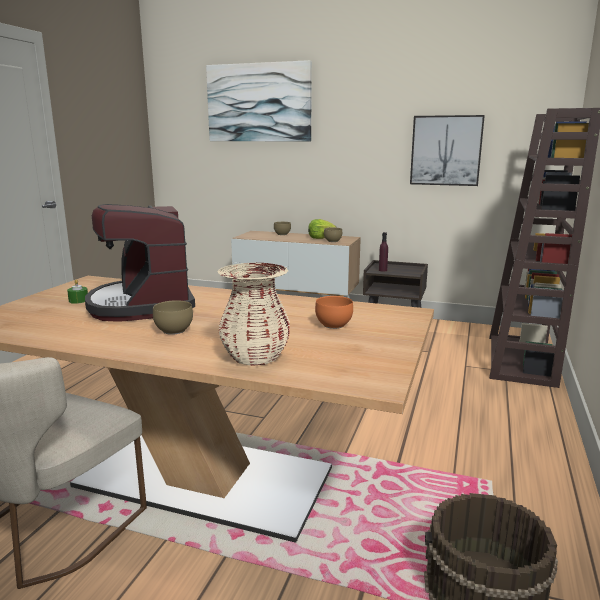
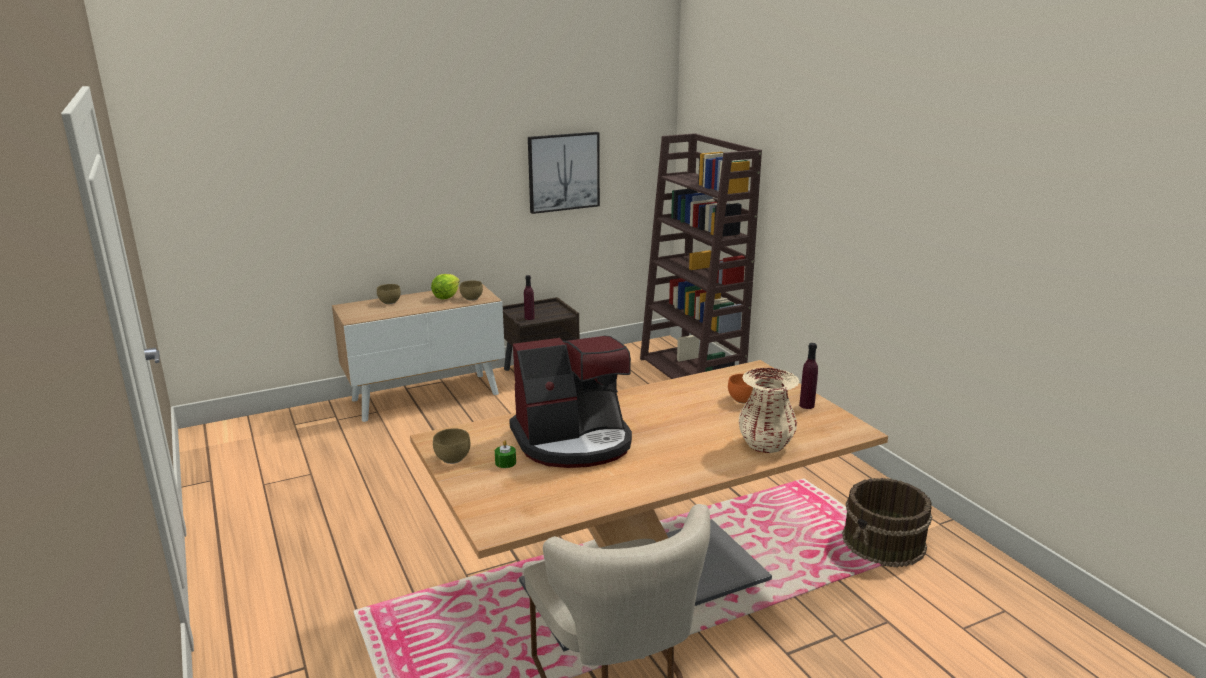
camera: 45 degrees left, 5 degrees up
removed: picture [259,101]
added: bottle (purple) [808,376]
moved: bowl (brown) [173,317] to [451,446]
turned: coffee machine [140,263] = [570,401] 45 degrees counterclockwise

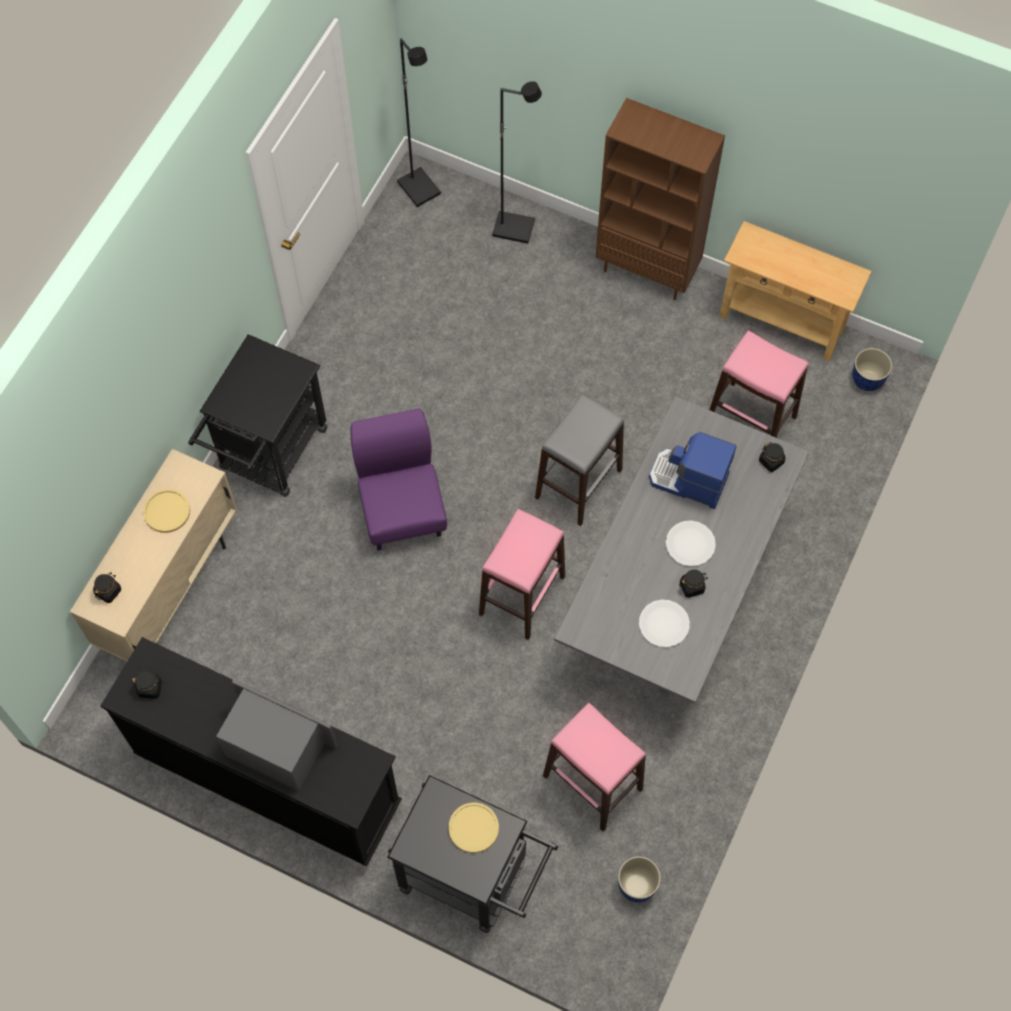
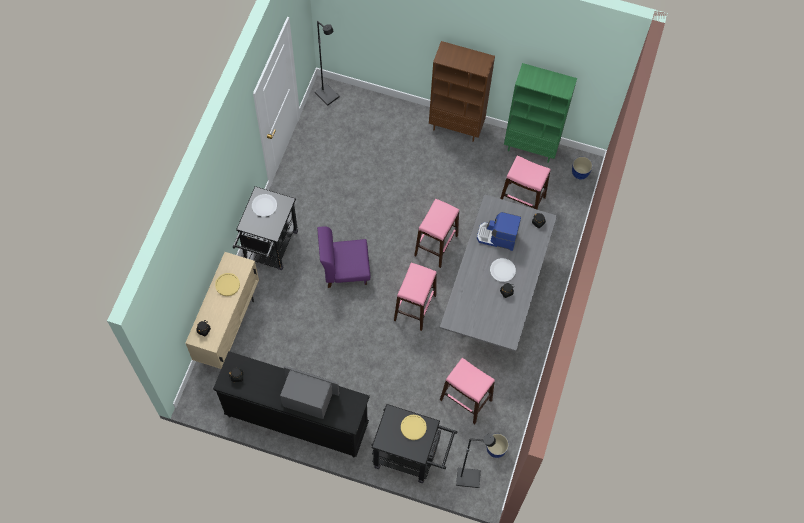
camera: 10 degrees left, 0 degrees up
moved: floor lamp (black) [517,162] to [476,461]; plate (white) [664,623] to [264,205]
replaced: console table (beige) [795,291] to bookcase (green) [540,113]
recoloured: stool (grey) [579,460] to stool (pink) [436,233]
turned: chair (purple) [399,479] = [343,257] 75 degrees counterclockwise

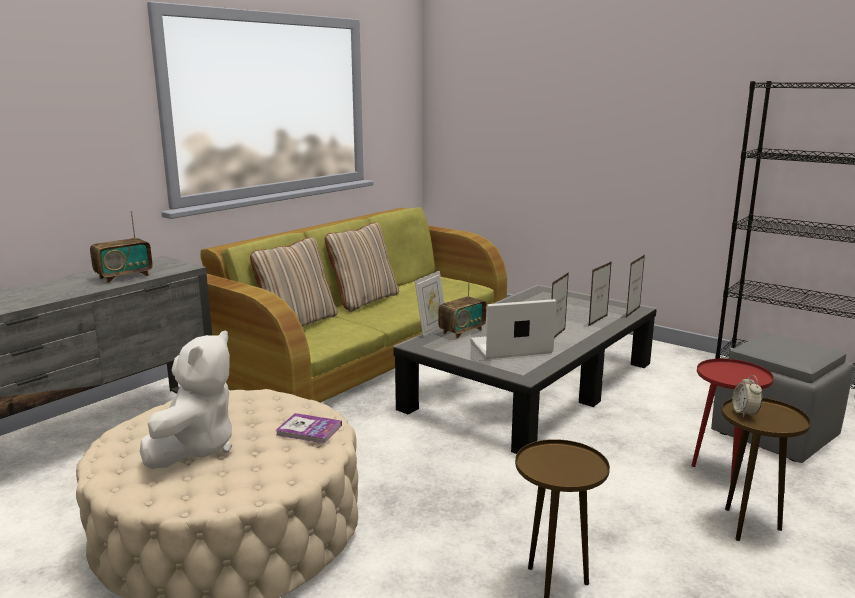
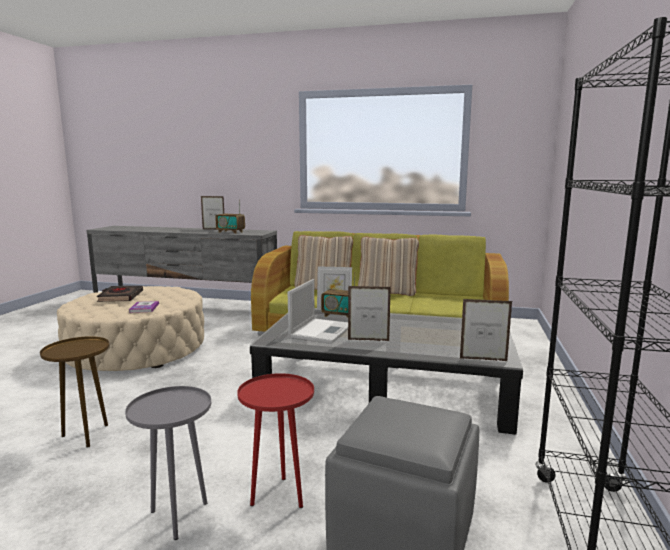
camera: 65 degrees right, 5 degrees down
removed: alarm clock [747,396]
moved: picture frame [600,294] to [212,213]
replaced: plush toy (white) [186,399] to book (black) [120,294]
recoloured: side table (brown) [766,469] to side table (grey) [168,463]
turned: laptop [513,329] = [318,311] 60 degrees clockwise

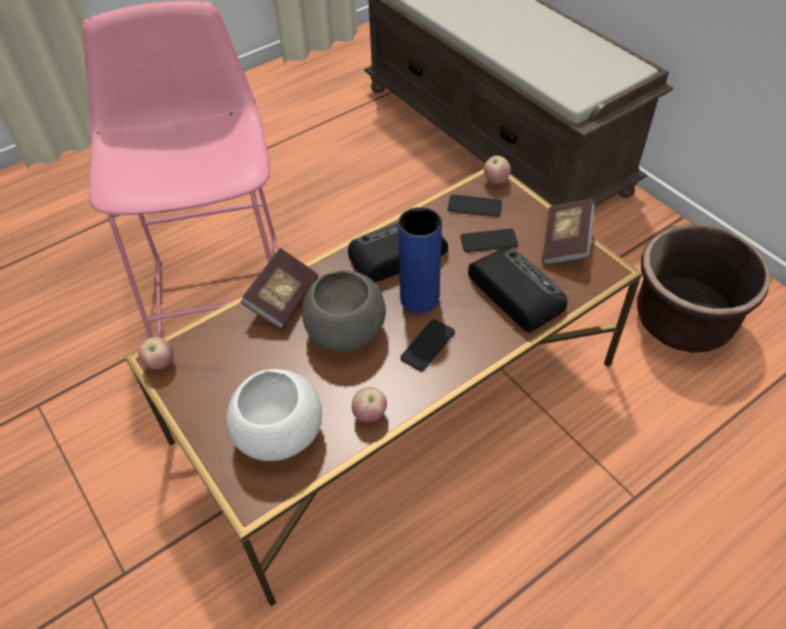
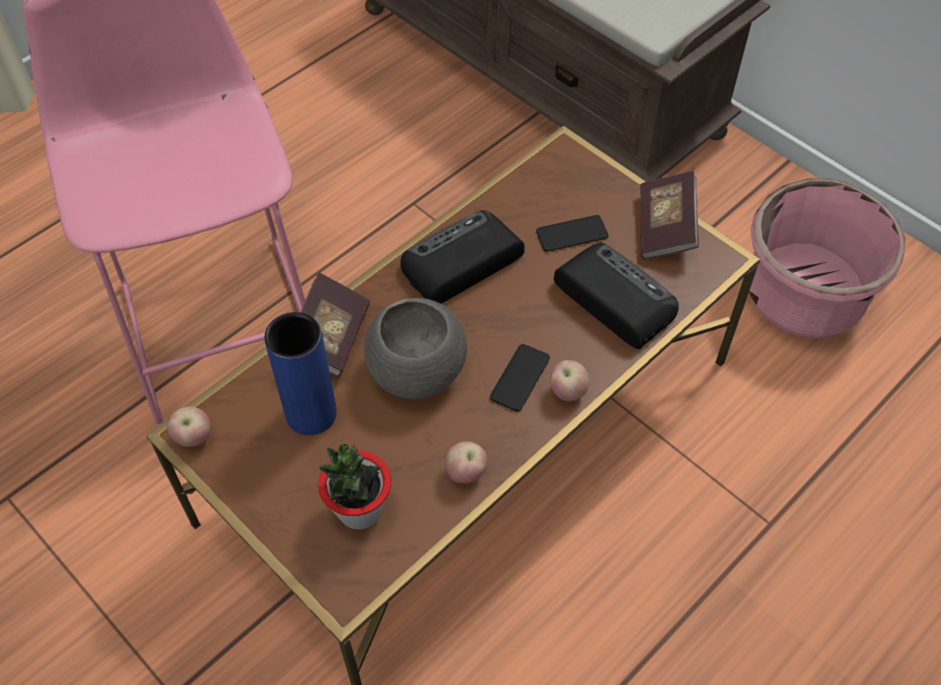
camera: 10 degrees left, 5 degrees up
removed: phone [475,205]
moved: vase (blue) [420,260] to [300,373]; apple [497,170] to [569,380]
replaced: bowl (white) [274,415] to potted plant [354,486]
recoloured: planter (brown) [704,288] to planter (pink) [827,258]

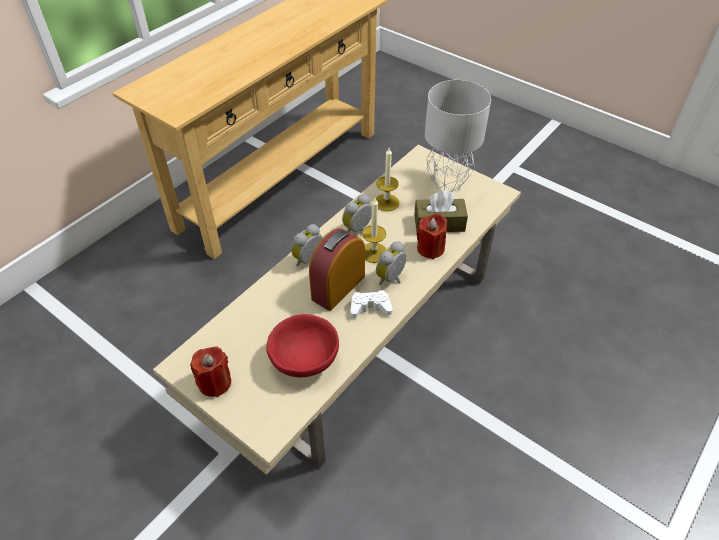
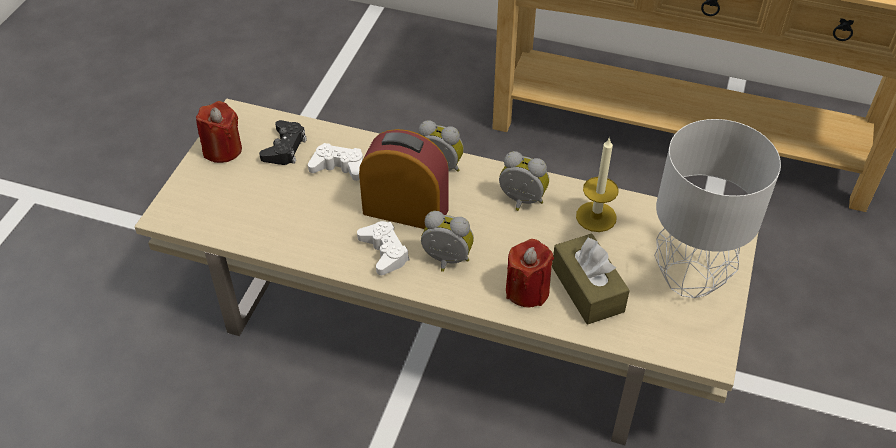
camera: 70 degrees right, 0 degrees up
removed: bowl (red) [303,345]; candle [374,230]
added: game controller (black) [283,142]; game controller (white) [335,162]

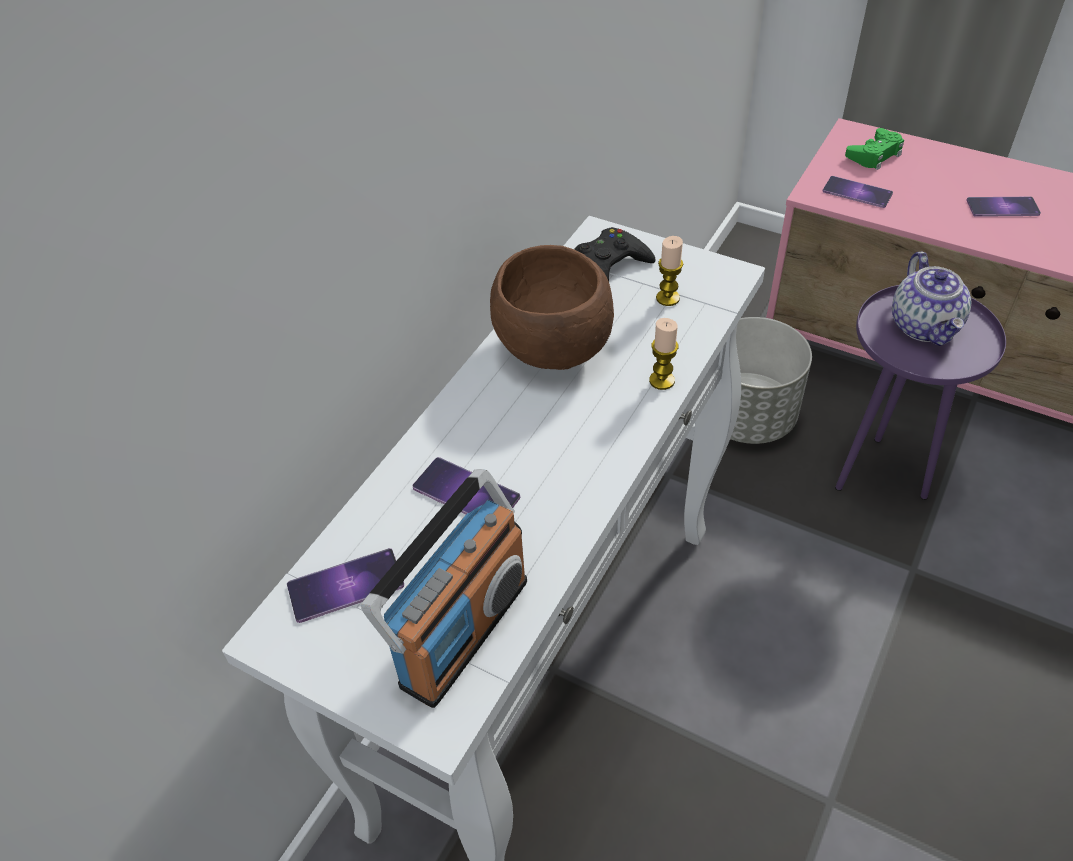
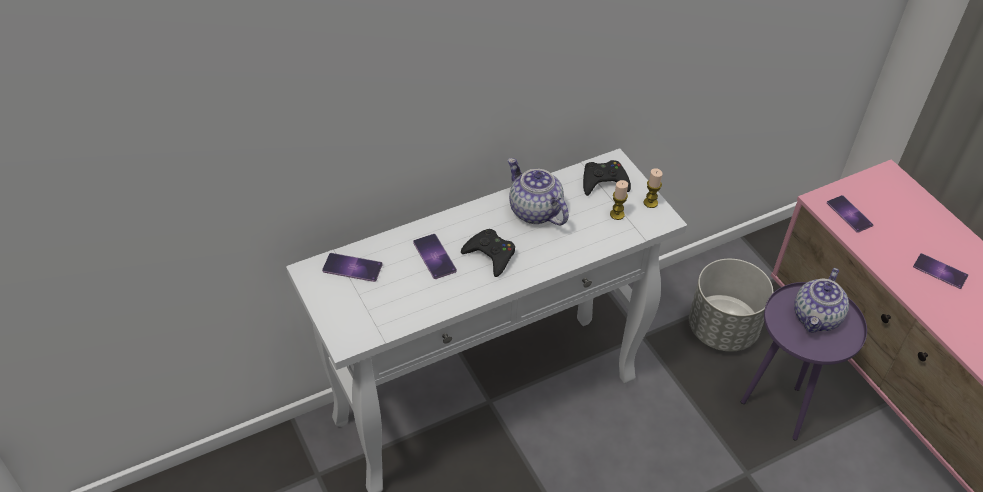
camera: 30 degrees right, 0 degrees up
removed: radio [444,588]; game controller (green) [874,149]
added: game controller (black) [488,253]
moved: candle [663,354] to [653,188]
replaced: bowl (brown) [552,307] to teapot [538,191]

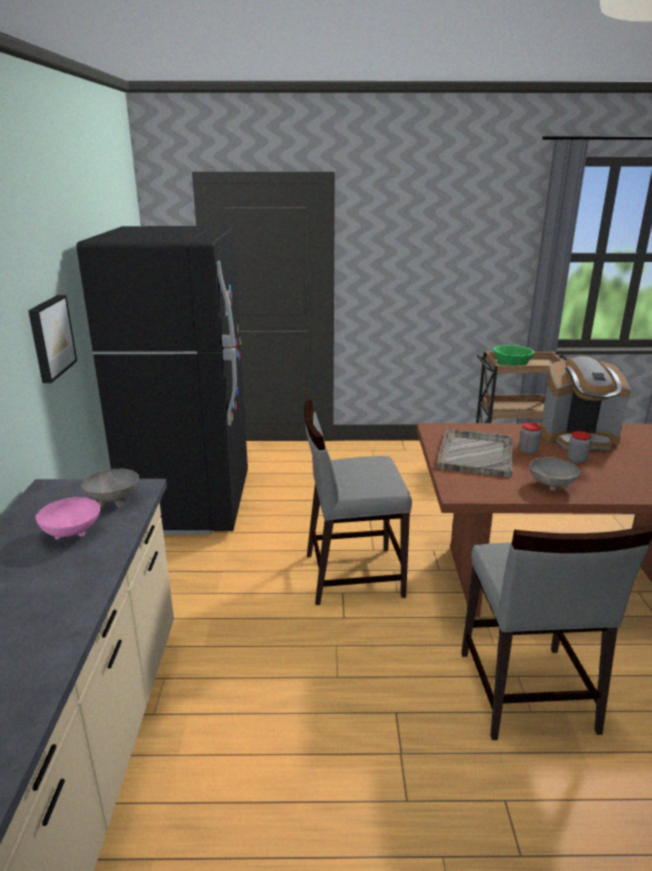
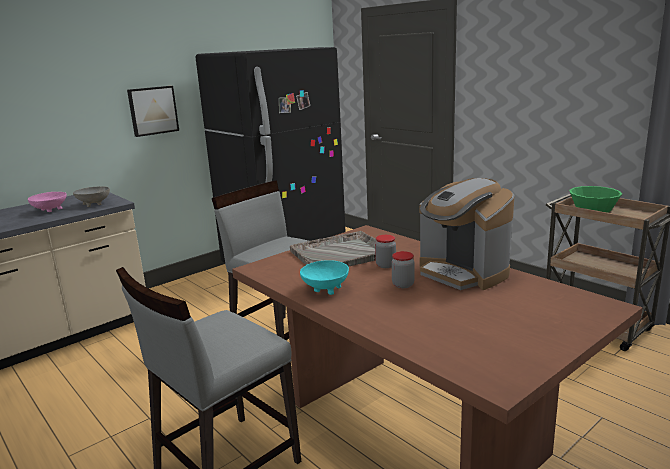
camera: 50 degrees right, 5 degrees down
recoloured: bowl (grey) [554,474] to bowl (turquoise) [324,277]

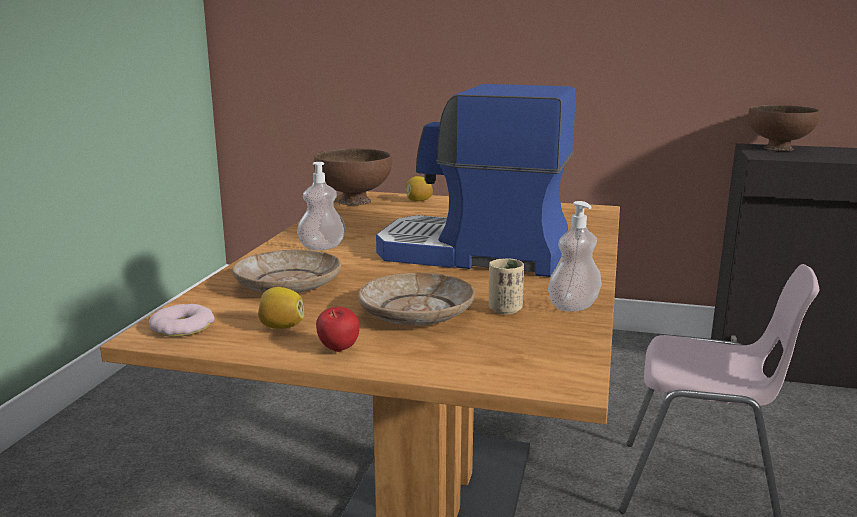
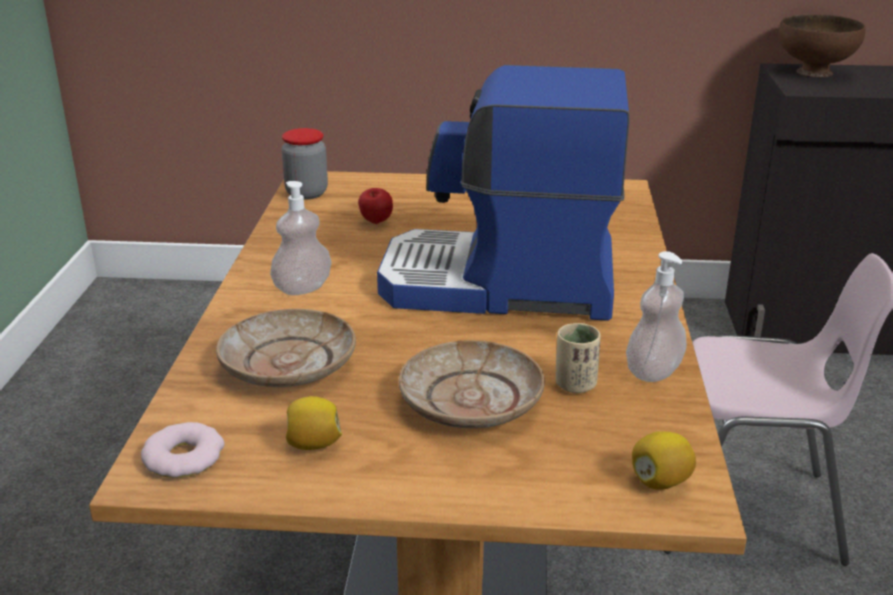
camera: 10 degrees left, 10 degrees up
moved: apple [337,329] to [375,206]; lemon [419,189] to [664,460]
replaced: bowl (brown) [353,176] to jar [305,164]

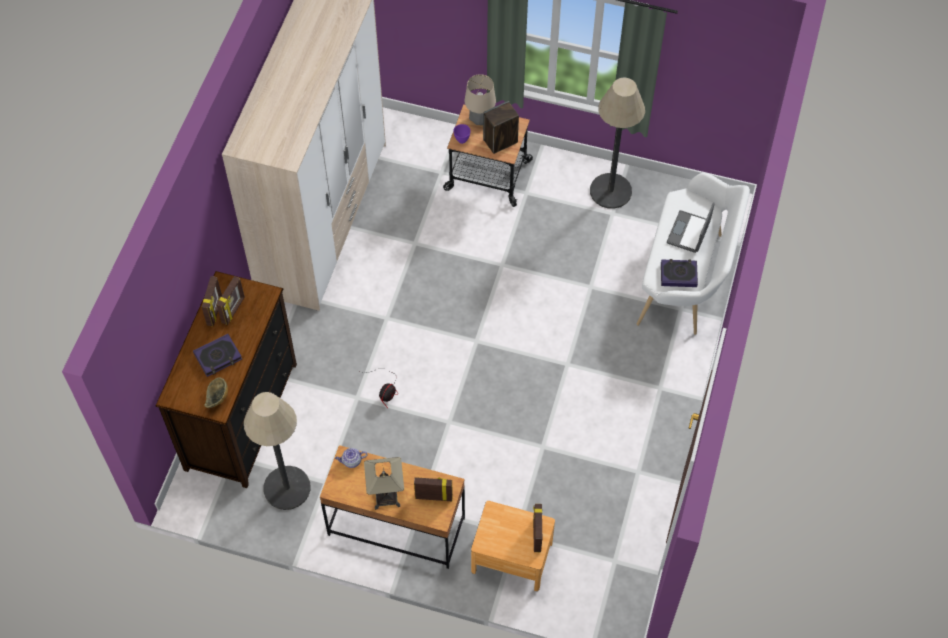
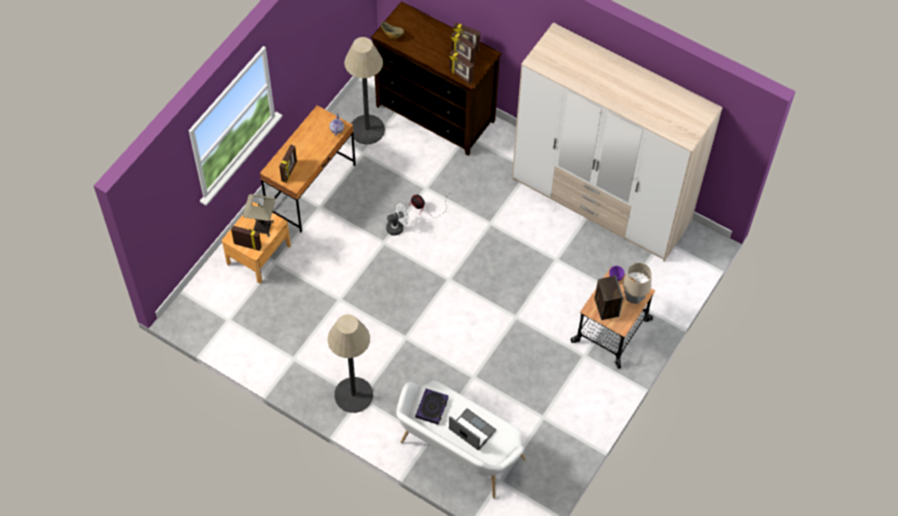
camera: 105 degrees right, 0 degrees up
removed: book [217,355]
added: fan (white) [397,220]; picture frame [461,67]
moved: table lamp [384,483] to [259,215]; floor lamp [617,143] to [350,363]

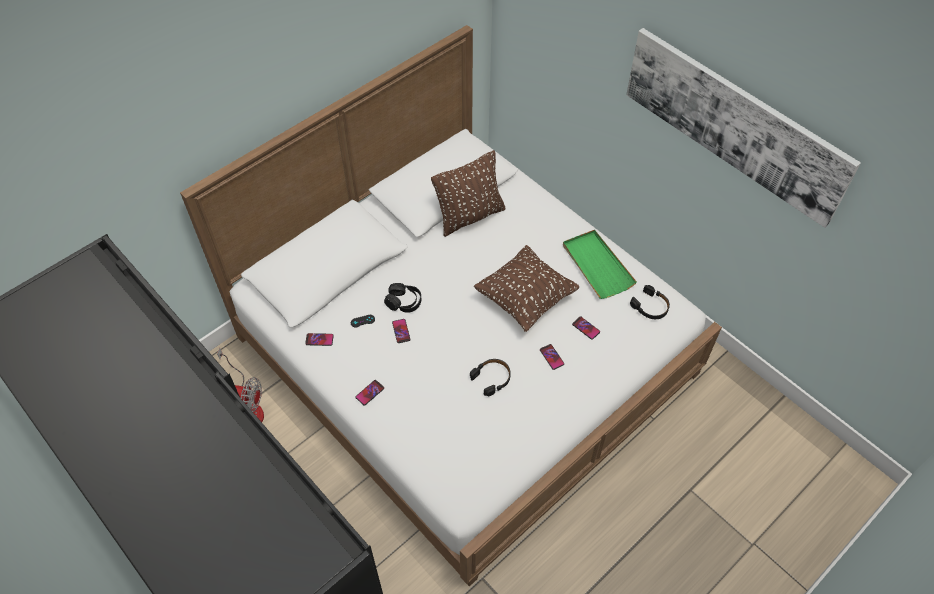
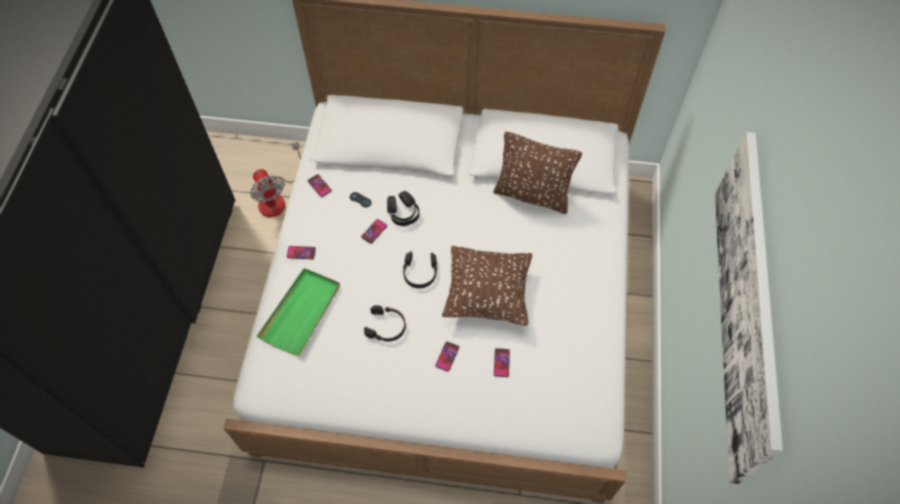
camera: 50 degrees right, 5 degrees up
moved: tray (green) [600,264] to [298,312]; headphones (black) [650,302] to [420,269]

